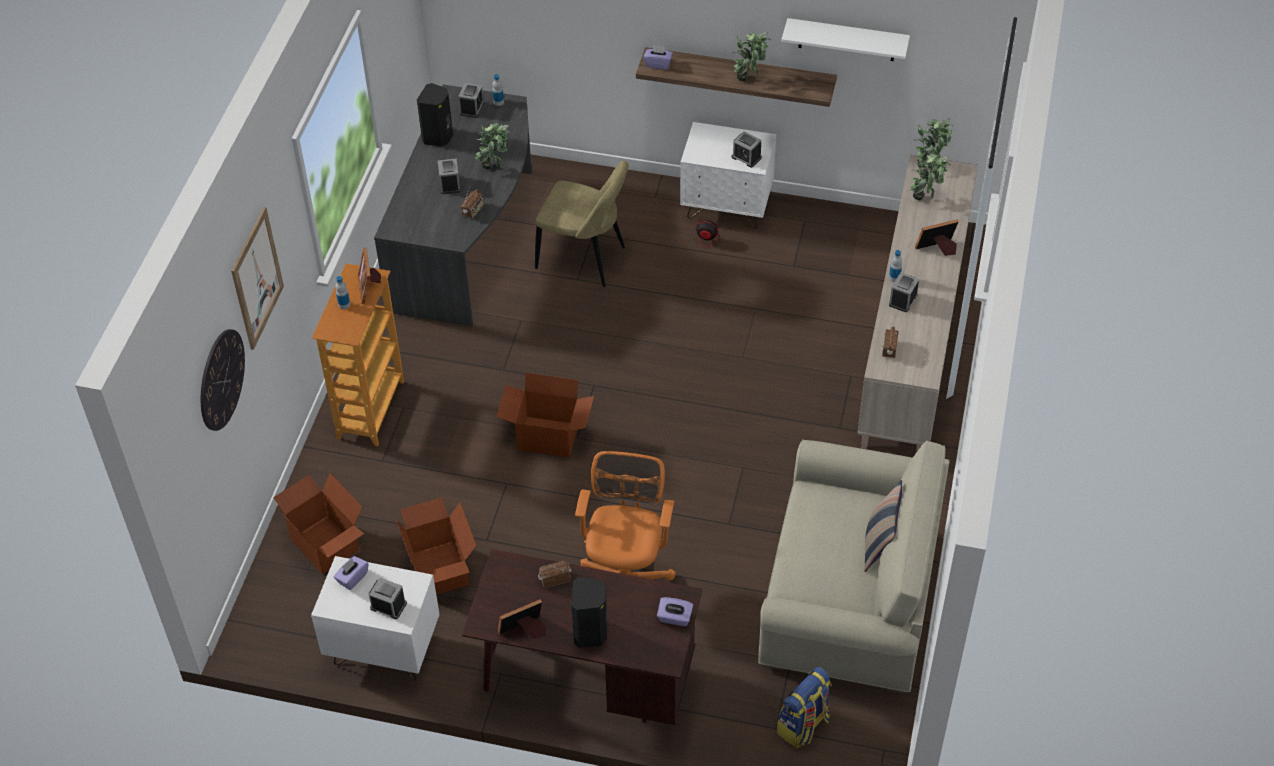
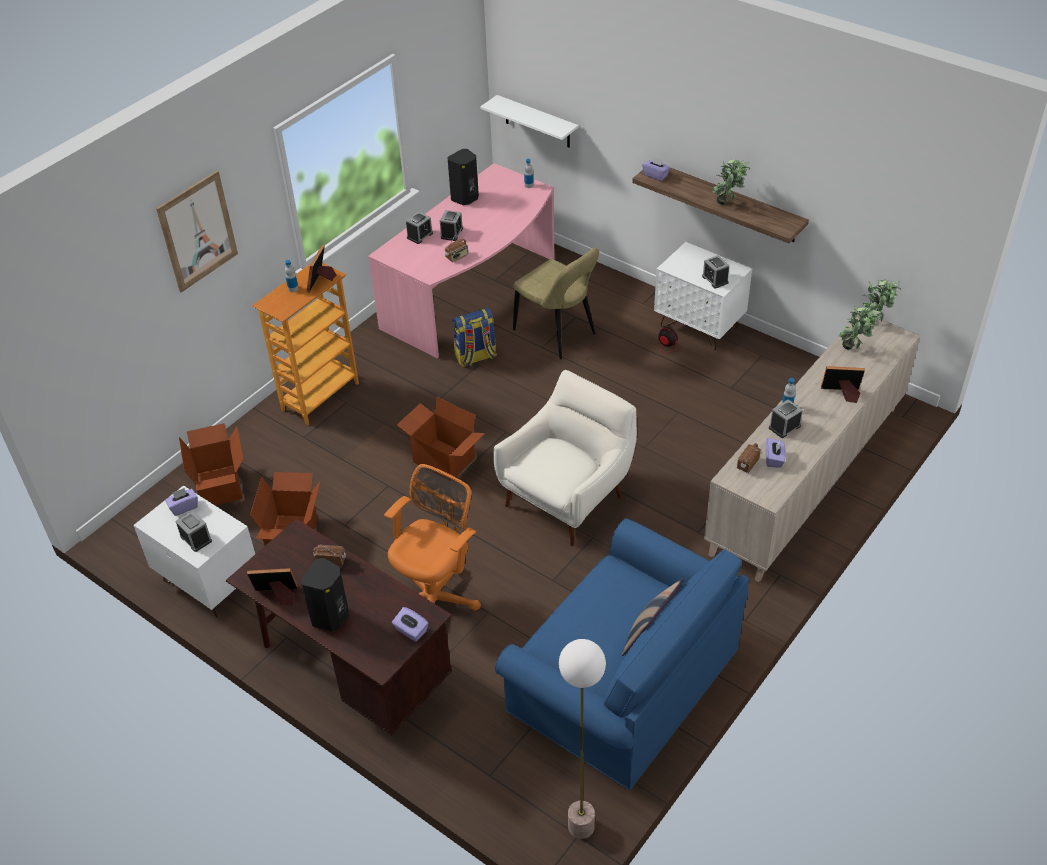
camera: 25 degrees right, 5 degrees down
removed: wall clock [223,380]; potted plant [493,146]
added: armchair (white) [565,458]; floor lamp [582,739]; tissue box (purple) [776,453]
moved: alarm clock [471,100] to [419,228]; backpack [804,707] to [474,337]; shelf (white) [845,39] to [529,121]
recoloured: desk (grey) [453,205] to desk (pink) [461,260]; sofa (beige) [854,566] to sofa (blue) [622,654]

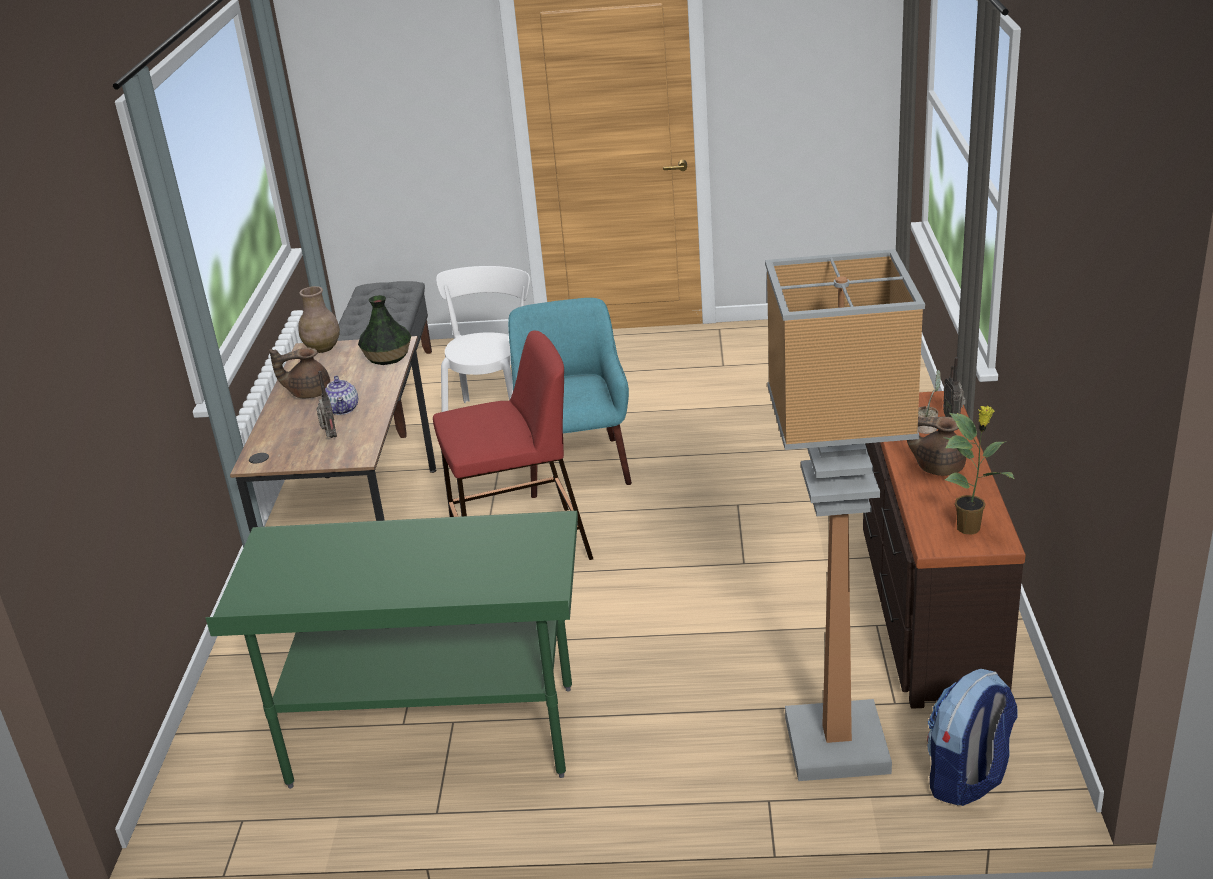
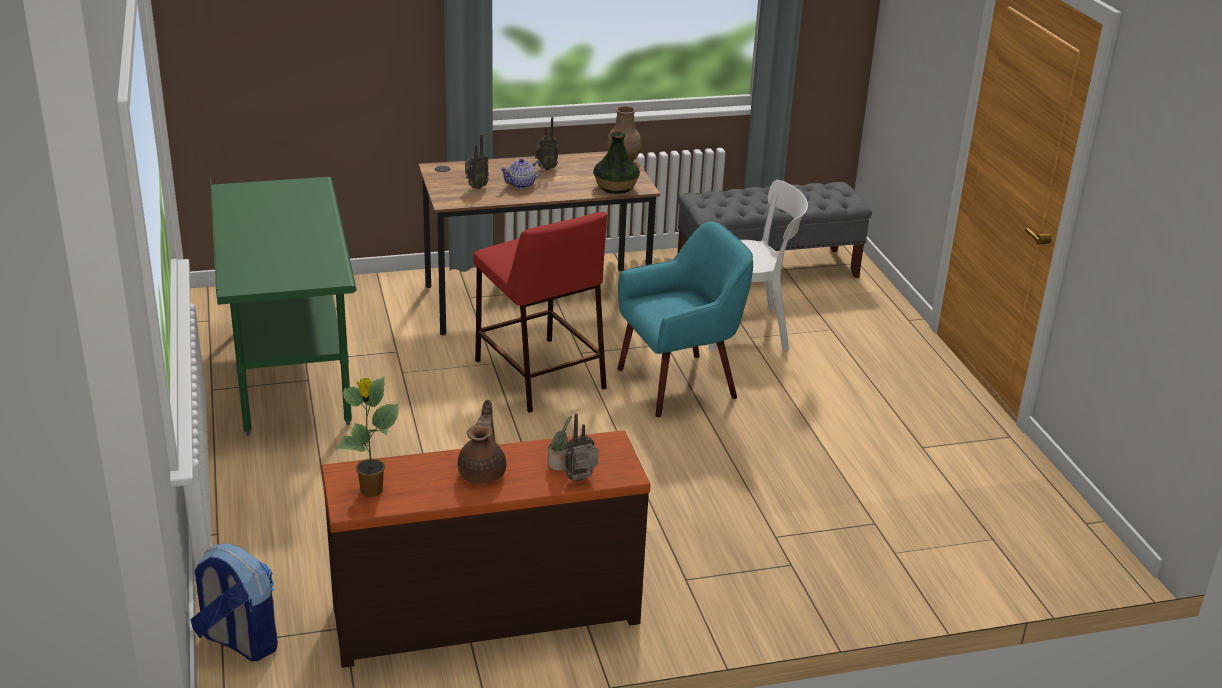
camera: 70 degrees right, 0 degrees up
removed: floor lamp [845,515]
replaced: teapot (brown) [299,372] to radio [546,143]

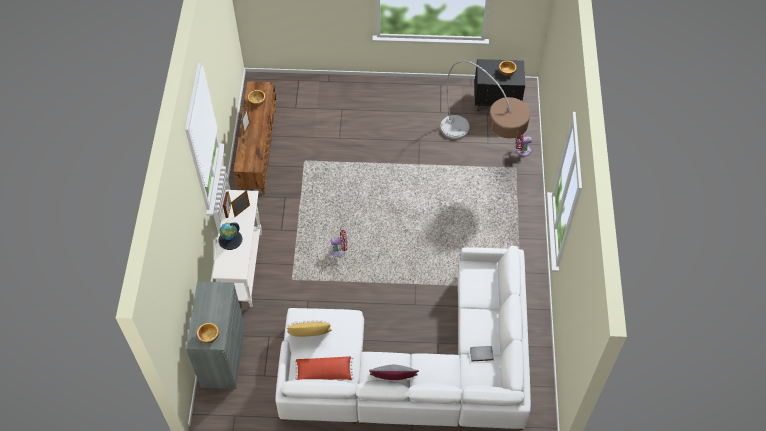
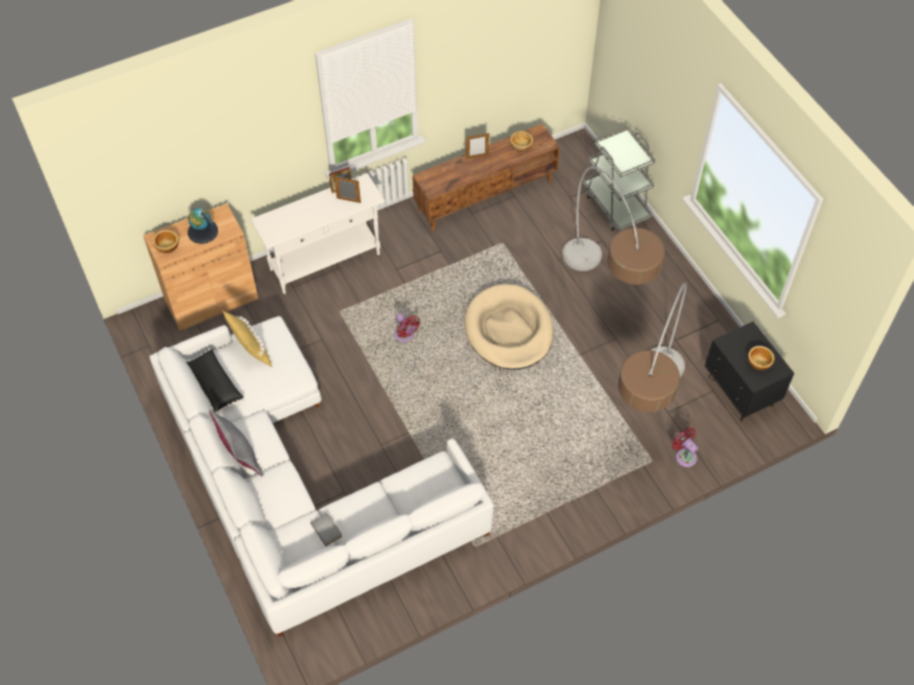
camera: 60 degrees right, 0 degrees up
added: dog bed (beige) [509,327]; floor lamp [613,225]; cart (grey) [618,178]
moved: globe [230,236] to [203,226]
recoloured: cabinet (grey) [215,335] to cabinet (brown) [201,267]; pillow (red) [324,368] to pillow (black) [215,381]

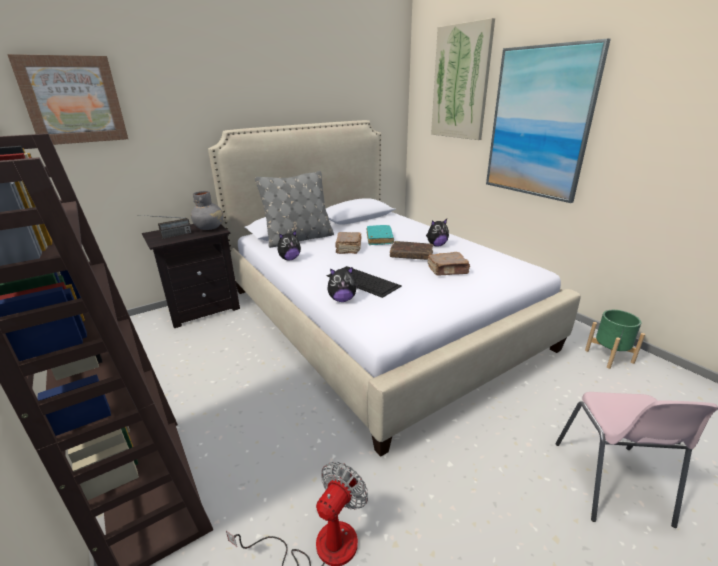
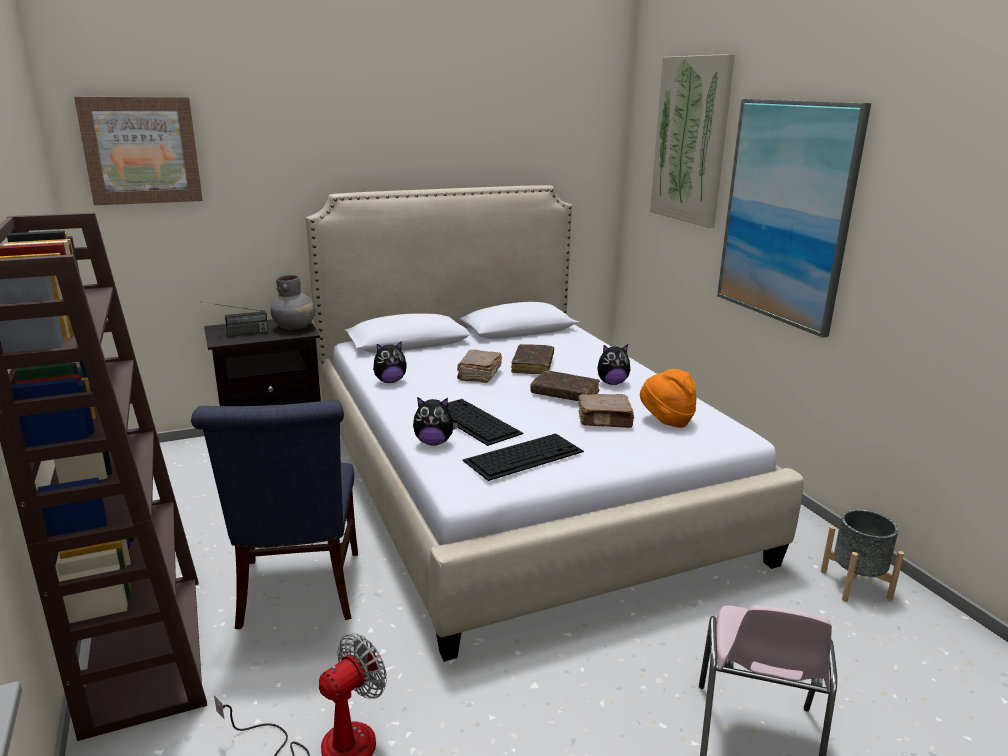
camera: 10 degrees right, 5 degrees down
removed: pillow (grey) [294,209]
added: chair (blue) [274,514]; keyboard [523,457]; hat (orange) [668,398]
recoloured: book (turquoise) [380,235] to book (brown) [532,359]; planter (green) [615,339] to planter (grey) [862,555]

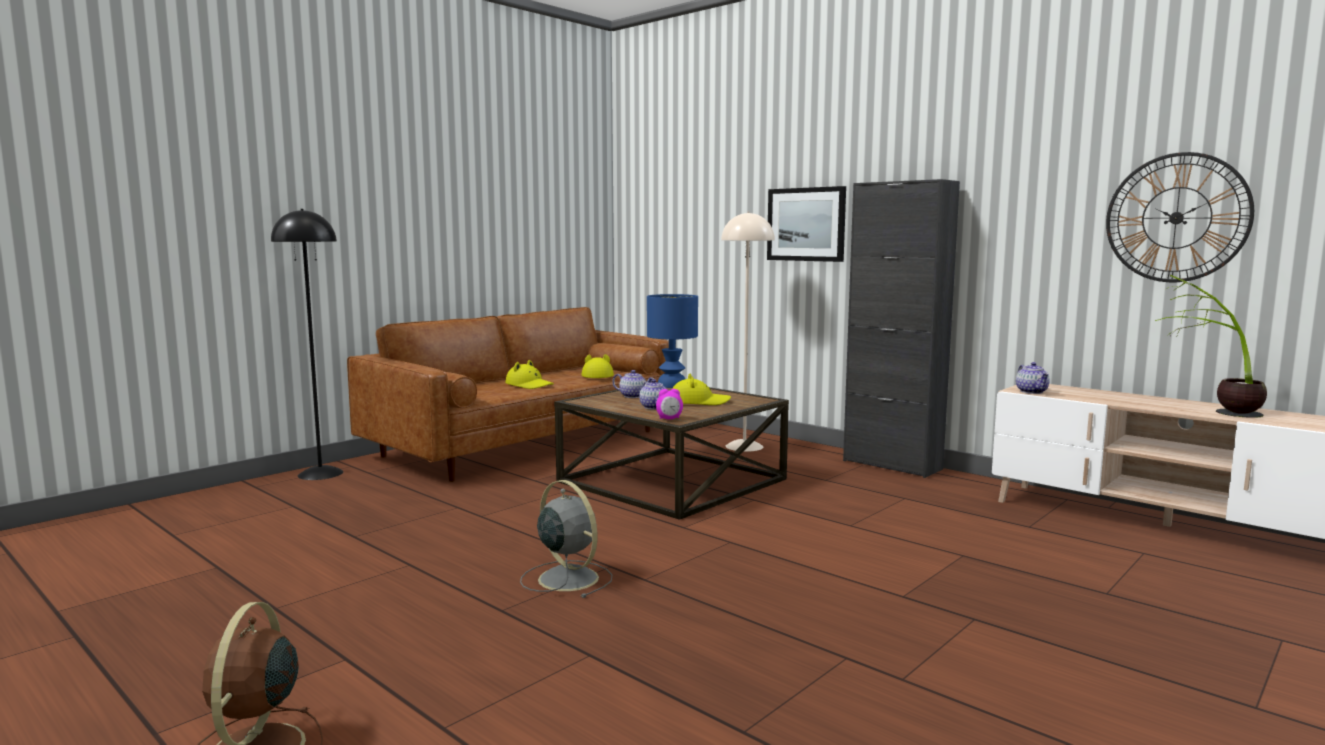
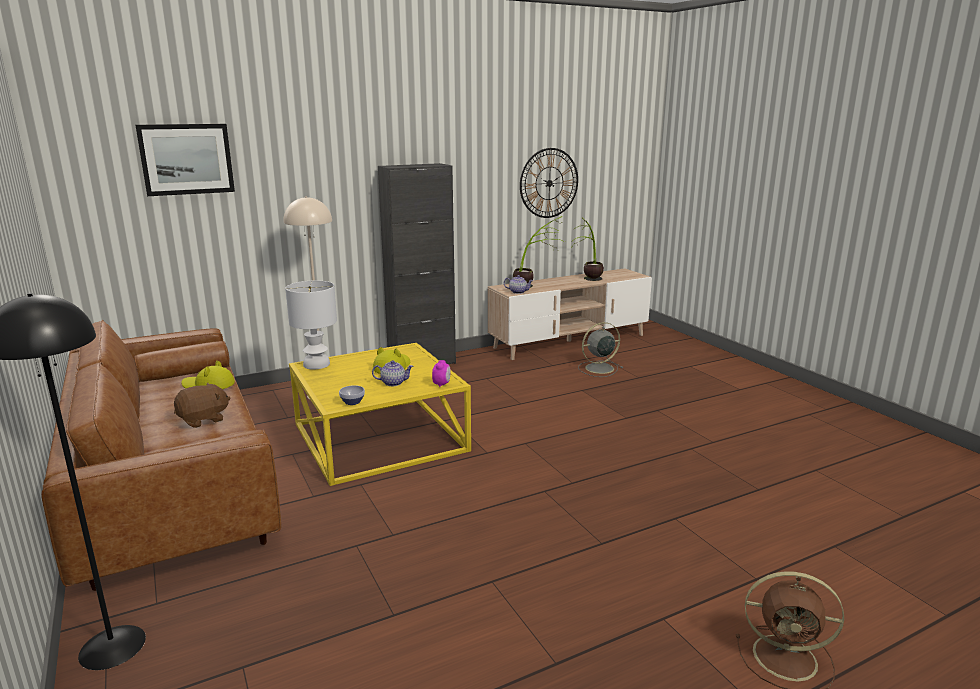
camera: 70 degrees left, 10 degrees up
removed: teapot [633,384]
added: bowl [352,395]; potted plant [539,252]
moved: fan (grey) [566,539] to [600,349]; picture [806,224] to [185,160]
replaced: hat (yellow) [529,374] to plush toy (brown) [202,405]
recoloured: coffee table (brown) [671,453] to coffee table (yellow) [380,414]; table lamp (blue) [672,341] to table lamp (white) [311,325]

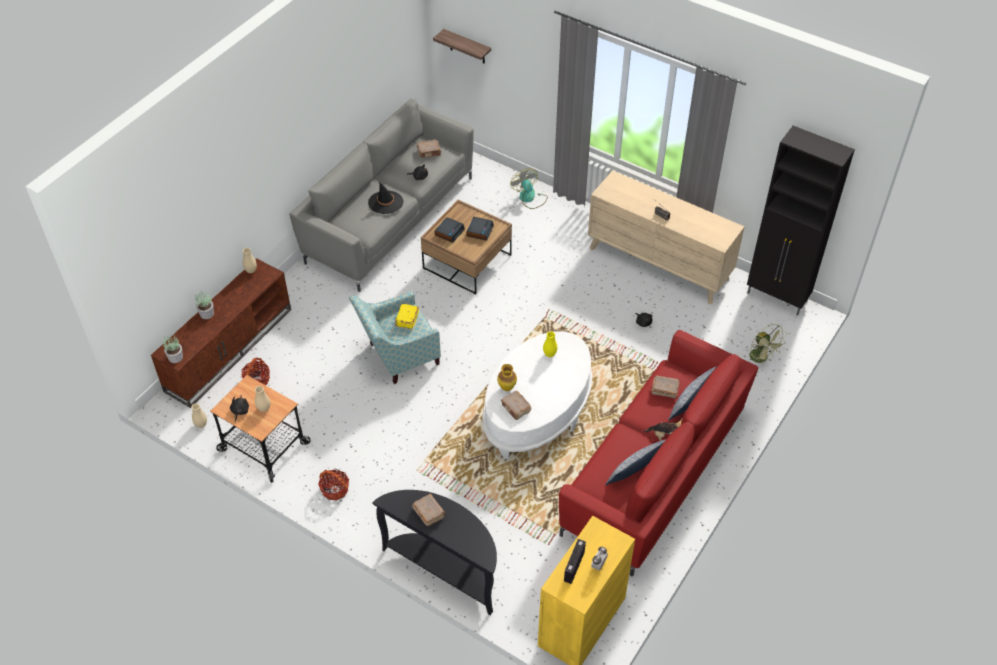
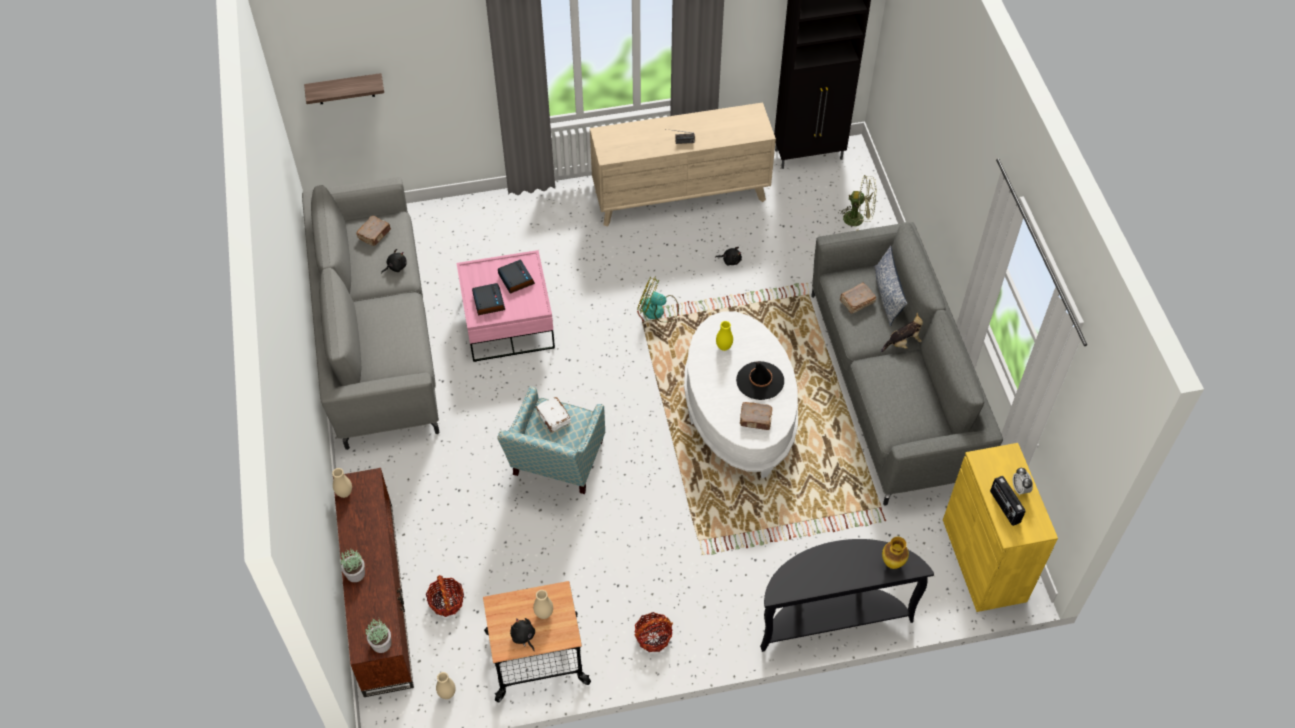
camera: 45 degrees left, 5 degrees up
removed: book (brown) [428,510]; pillow [635,462]
moved: hat (black) [386,198] to [760,380]; vase [507,377] to [895,553]; fan [529,188] to [658,299]
recoloured: book (yellow) [407,316] to book (white) [553,414]; coffee table (brown) [466,247] to coffee table (pink) [505,306]; sofa (red) [658,453] to sofa (grey) [907,364]

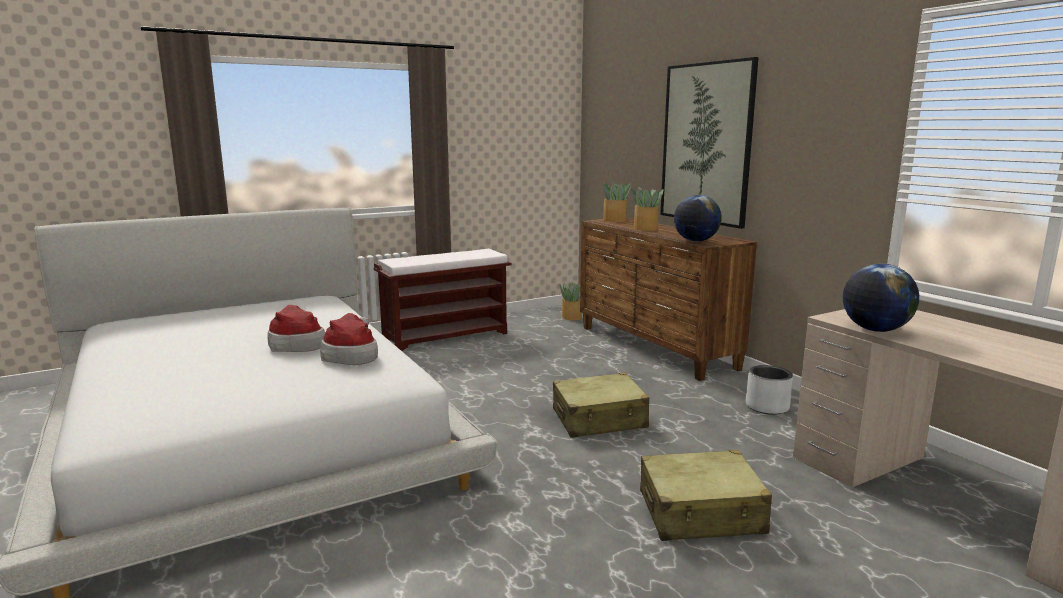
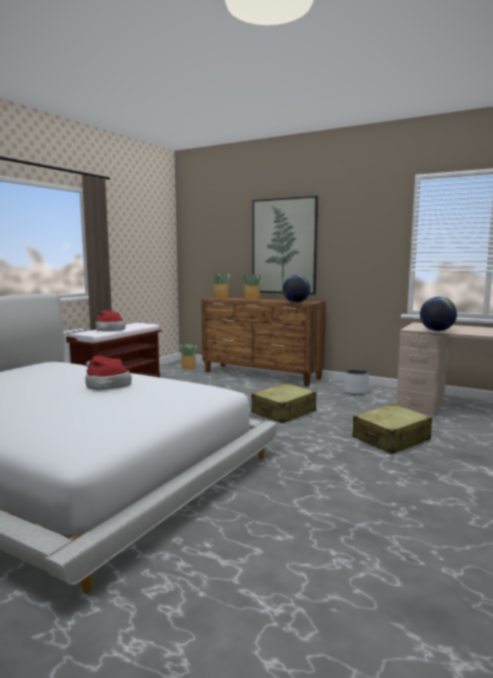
camera: 30 degrees left, 5 degrees down
moved: hat [349,339] to [111,320]

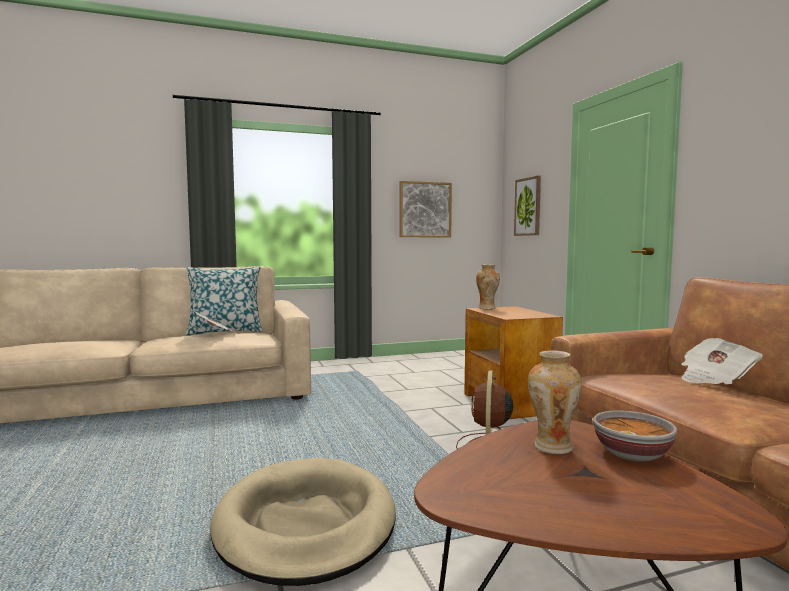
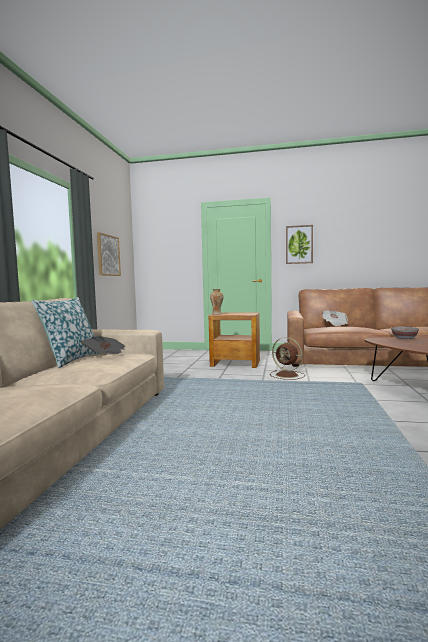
camera: 60 degrees left, 0 degrees up
removed: dog bed (beige) [303,522]; vase [555,402]
moved: picture [527,206] to [299,244]

